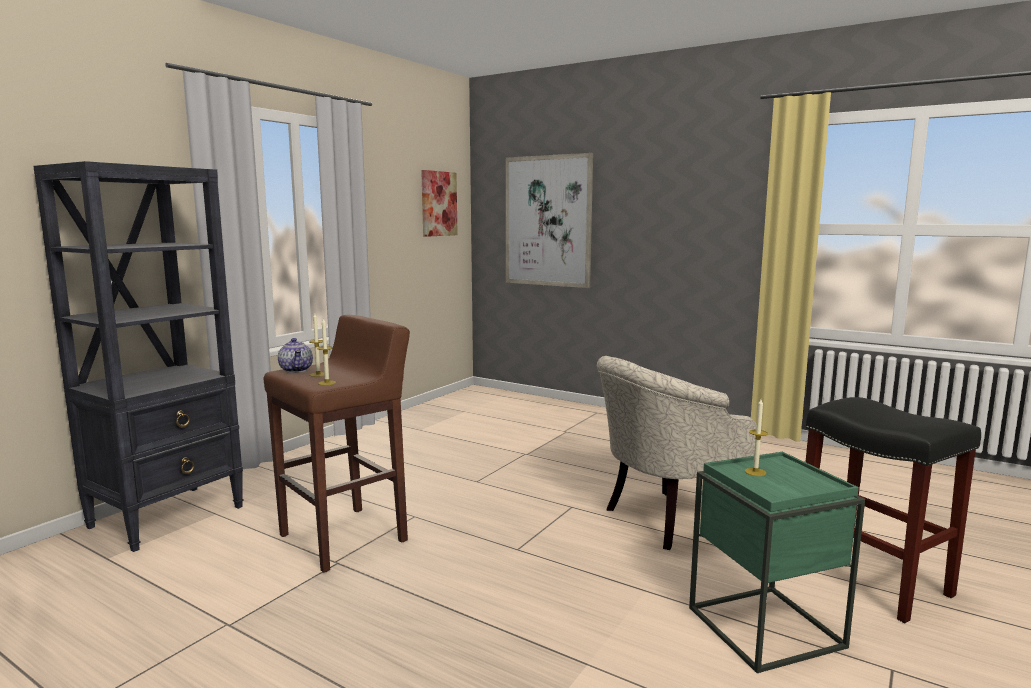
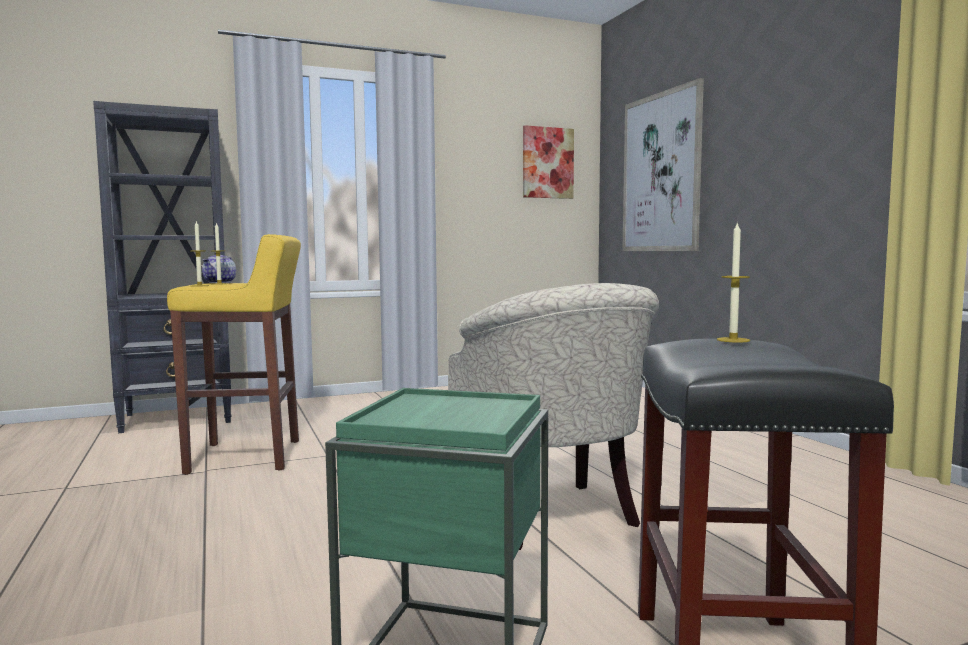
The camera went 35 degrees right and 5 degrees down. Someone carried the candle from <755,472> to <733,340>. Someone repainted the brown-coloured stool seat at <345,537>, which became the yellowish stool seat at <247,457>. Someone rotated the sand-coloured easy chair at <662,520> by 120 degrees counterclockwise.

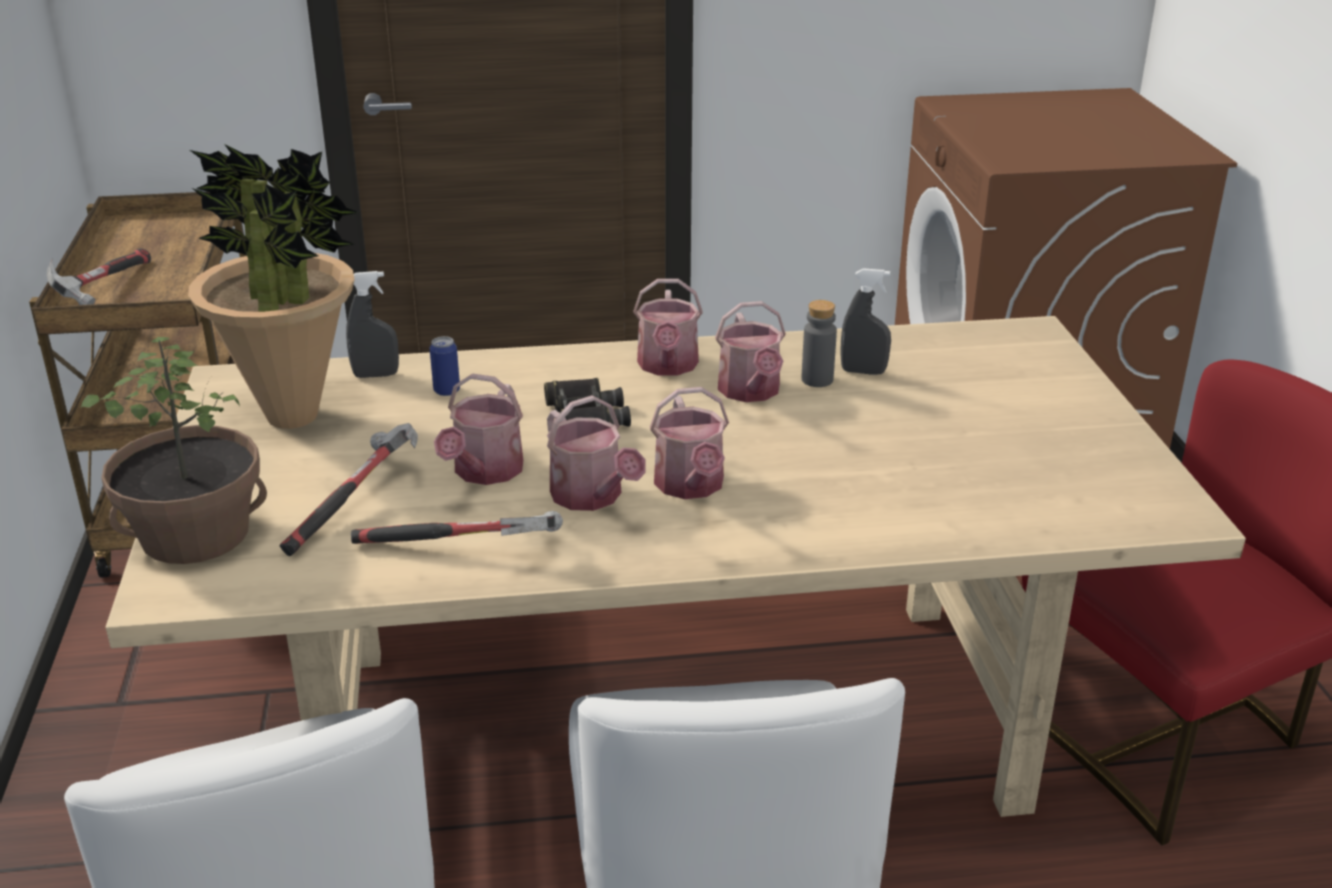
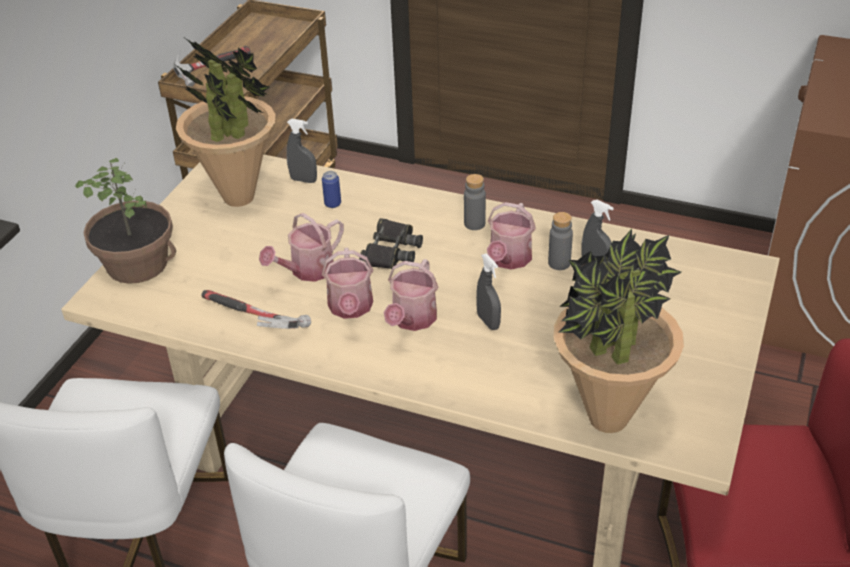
The camera went 30 degrees right and 10 degrees up. Someone took away the hammer at <357,504>. Someone put down the grey sprayer at <488,322>. Someone put down the potted plant at <607,419>. Someone swapped the watering can at <668,366> for the grey drink bottle at <474,224>.

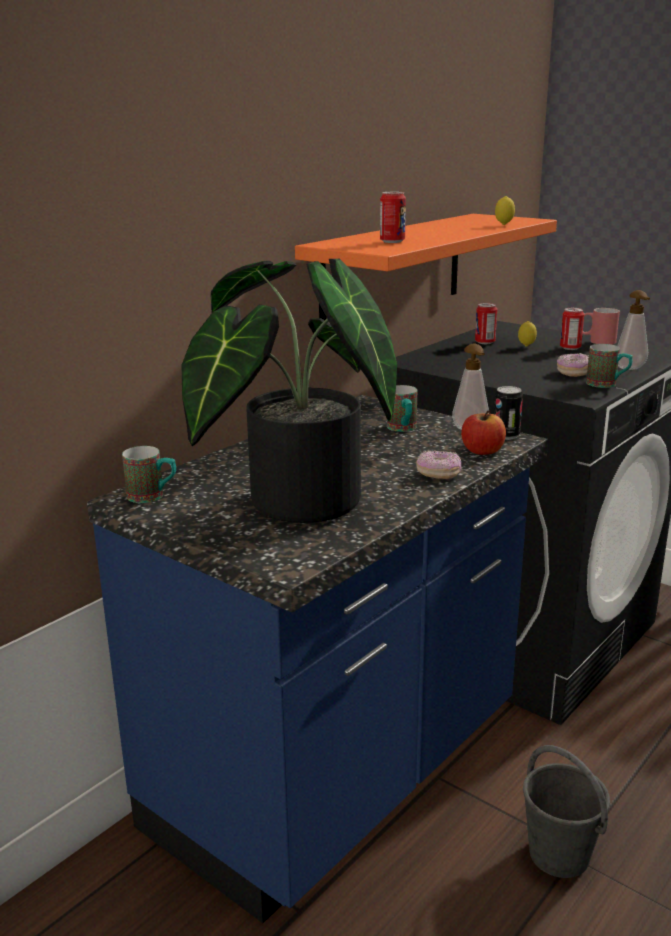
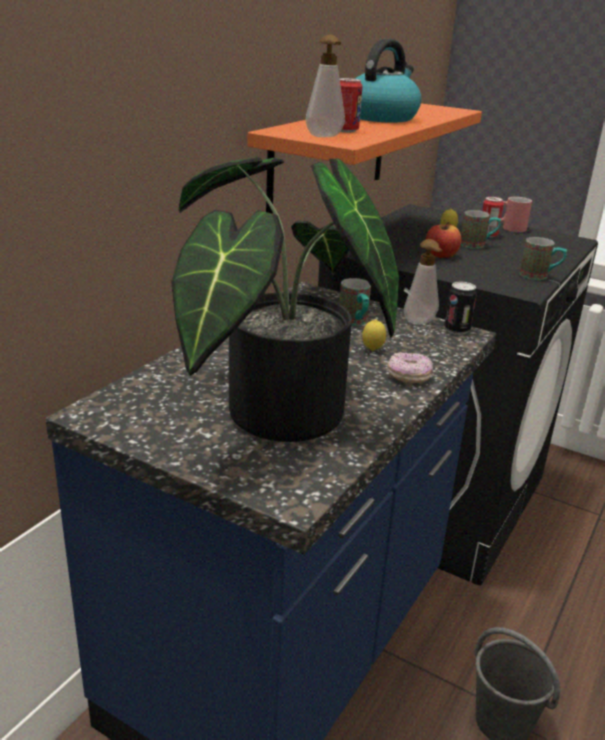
The camera went 10 degrees left and 5 degrees up. Someone took away the sealed can at <485,342>. Someone took away the donut at <574,373>. Someone put down the water kettle at <381,117>. Someone carried the mug from <153,496> to <478,245>. Someone carried the apple fruit from <482,451> to <441,255>. Someone carried the citrus fruit from <504,225> to <372,350>. Someone carried the soap bottle from <631,369> to <325,136>.

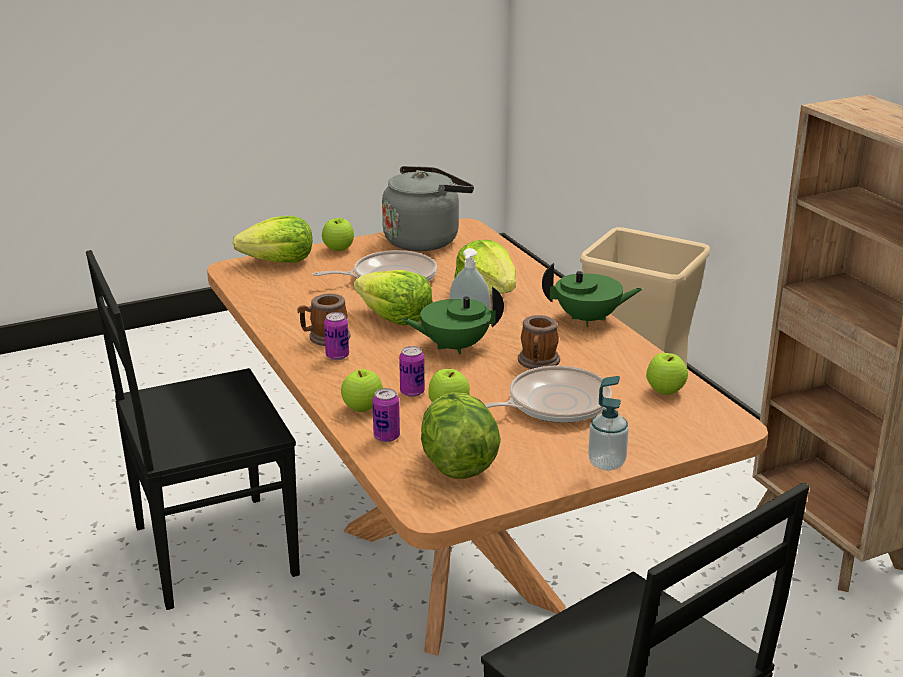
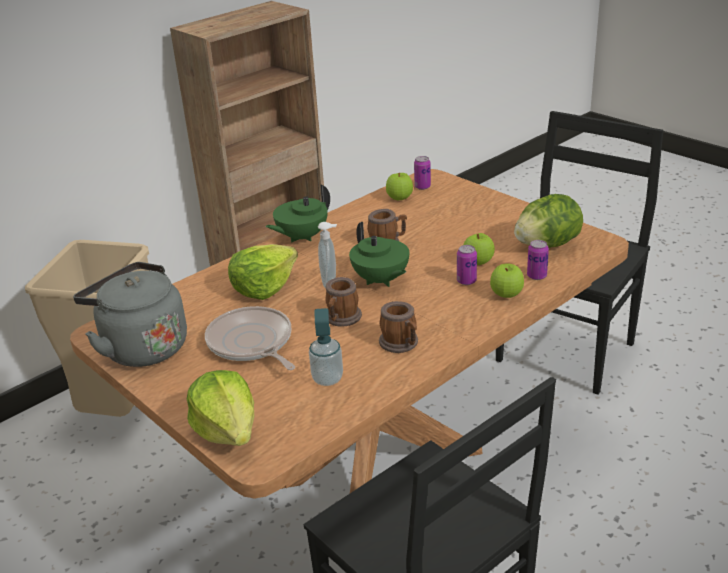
The camera went 105 degrees left and 5 degrees up. Someone took away the apple fruit at <338,249>. Someone took away the skillet at <553,404>. Someone carried the sealed can from <337,356> to <422,187>. Someone carried the soap bottle from <606,463> to <327,379>. Someone swapped the lettuce head at <395,318> for the mug at <341,319>. Someone rotated the green-coloured teapot at <588,319> by 120 degrees counterclockwise.

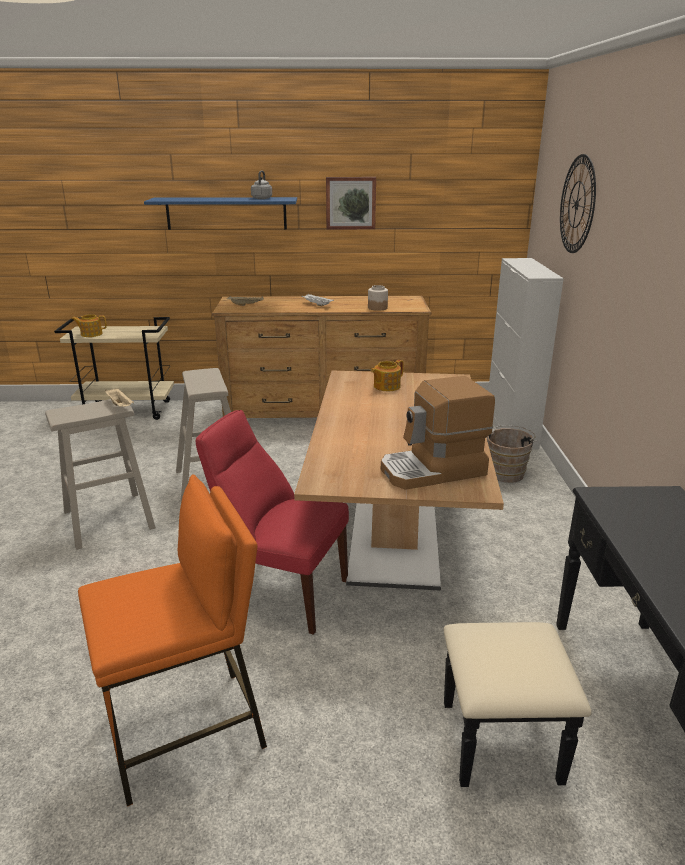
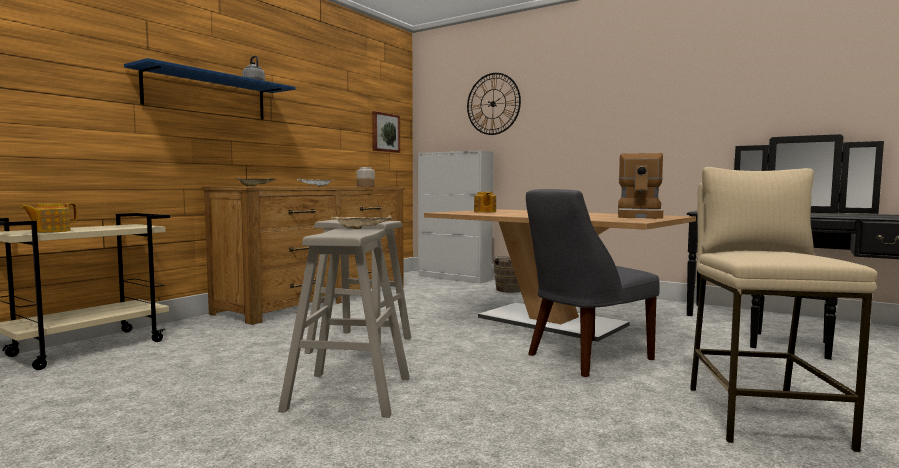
The camera went 55 degrees left and 20 degrees down. Someone carried the picture from <350,203> to <385,132>. Someone repainted the orangey stool seat at <187,732>, which became the sand-coloured stool seat at <763,416>. Someone repainted the red upright chair at <279,591>, which became the grey upright chair at <585,358>.

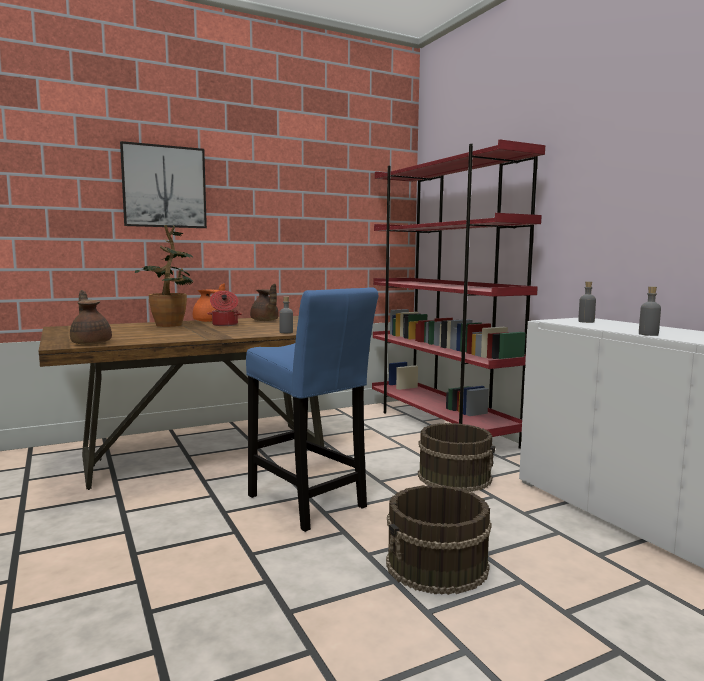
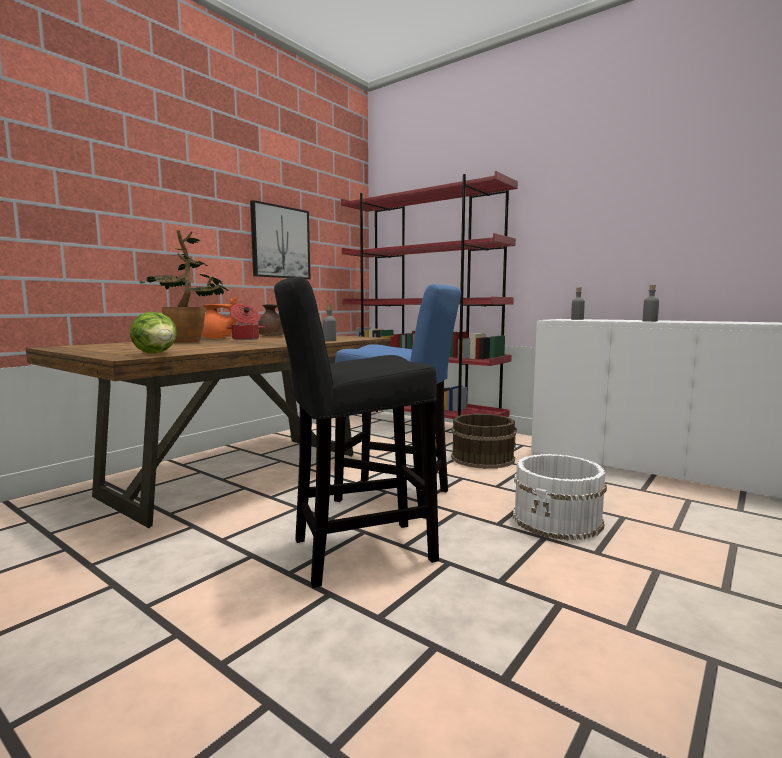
The camera went 25 degrees left and 0 degrees up. Someone put down the blackish stool seat at <355,552>. Someone carried the picture from <164,187> to <280,242>. Someone swapped the brown-coloured teapot at <91,343> for the lettuce head at <157,354>. Someone repainted the brown-coloured water bucket at <437,565>, which became the whitish water bucket at <558,520>.

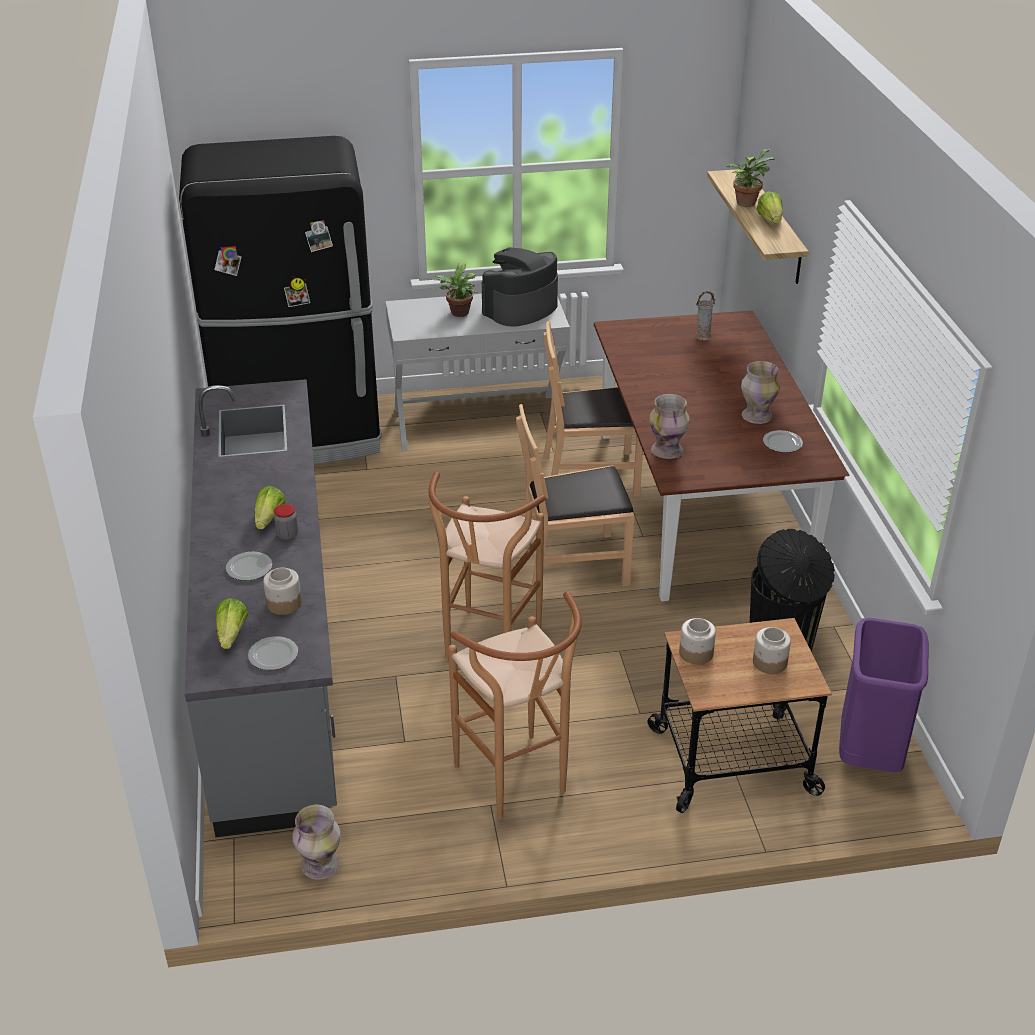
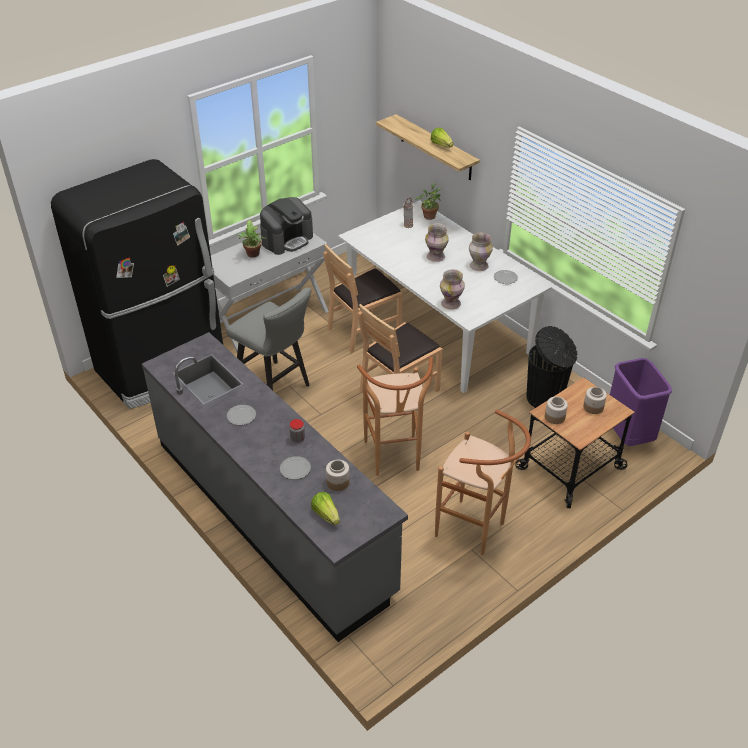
The camera went 30 degrees left and 5 degrees up. Someone took away the lettuce head at <269,519>. Someone put down the grey stool seat at <276,389>. Someone carried the dinner plate from <272,655> to <241,416>. Someone carried the flower vase from <321,865> to <436,257>. Someone carried the potted plant from <746,202> to <429,216>. Someone repainted the brown-coloured dining table at <699,505>, which became the whitish dining table at <437,327>. Someone rotated the coffee brewer at <520,308> by 150 degrees counterclockwise.

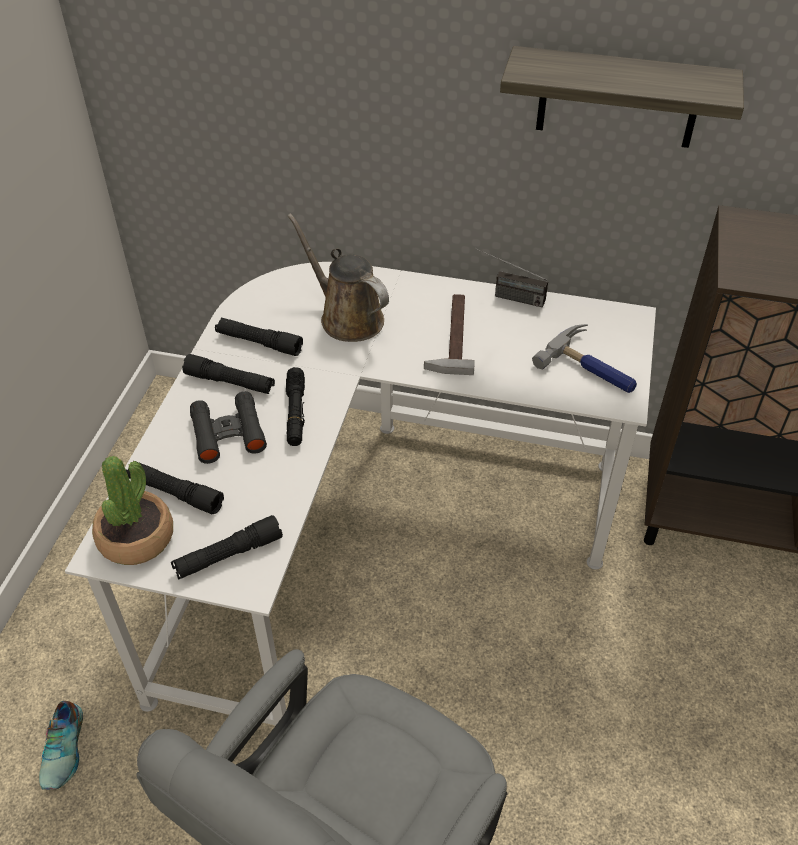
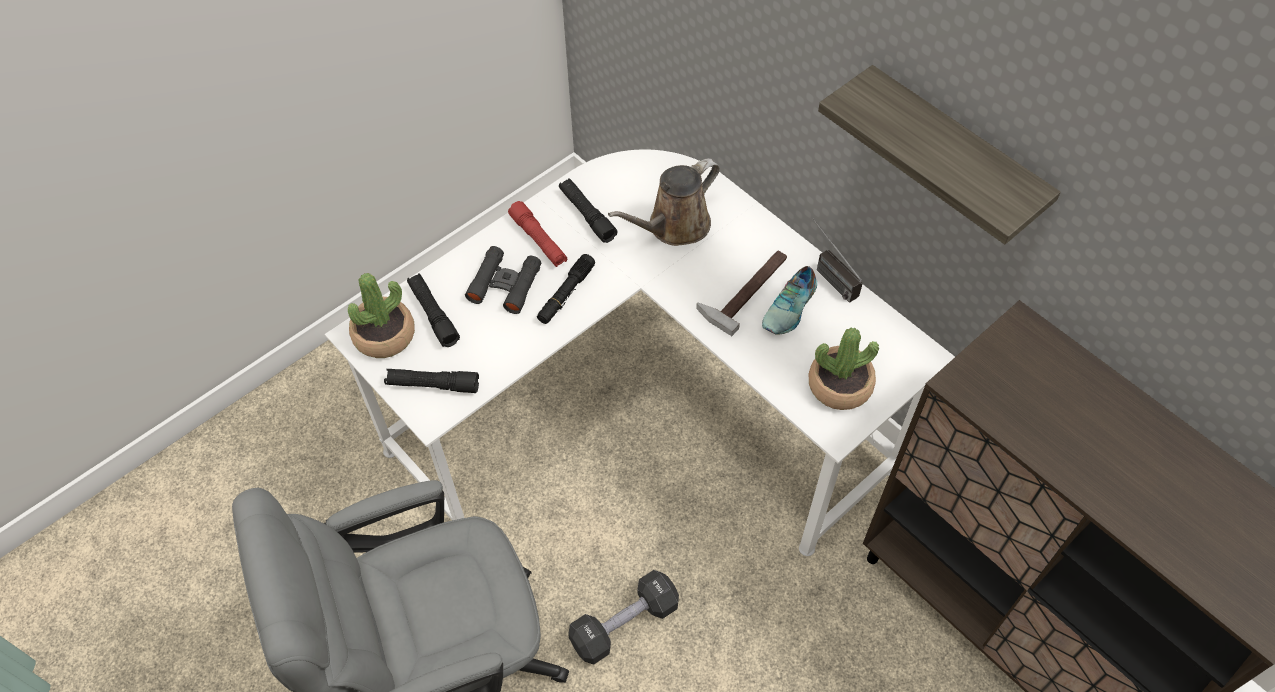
The camera went 35 degrees right and 10 degrees up. Someone put down the blackish dumbbell at <624,623>. Someone carried the shoe from <65,749> to <791,308>. Someone swapped the hammer at <593,368> for the potted plant at <840,385>. Someone repainted the blackish flashlight at <230,382>, which became the red flashlight at <538,240>. Someone rotated the brown-coloured watering can at <347,317> by 120 degrees counterclockwise.

